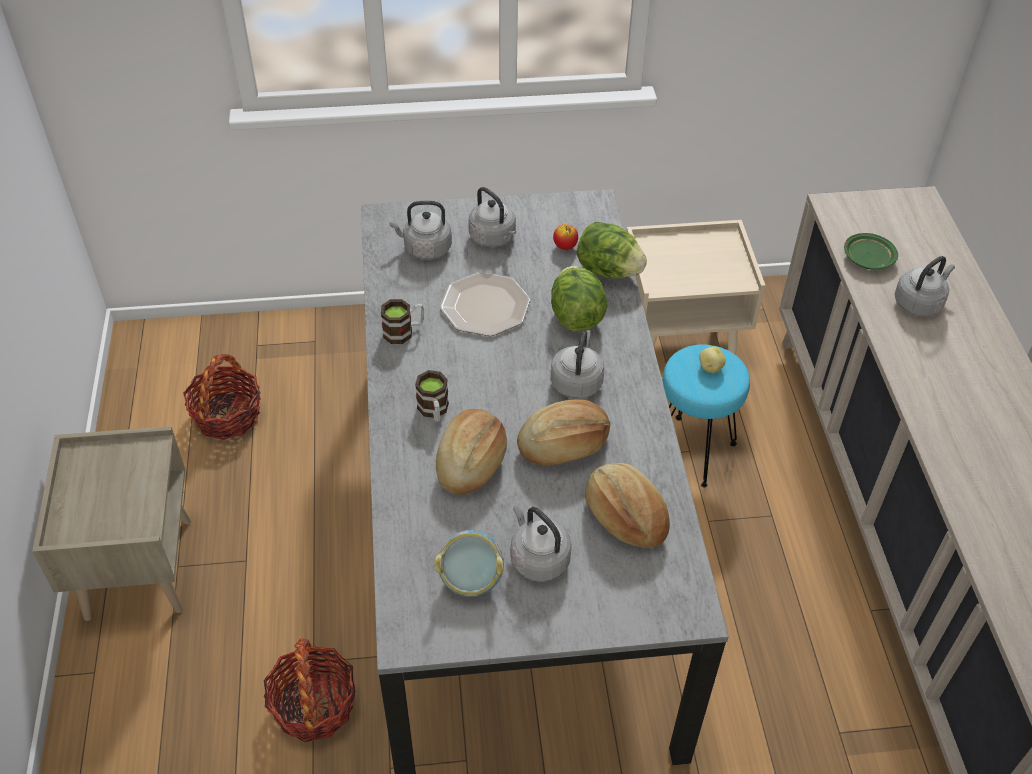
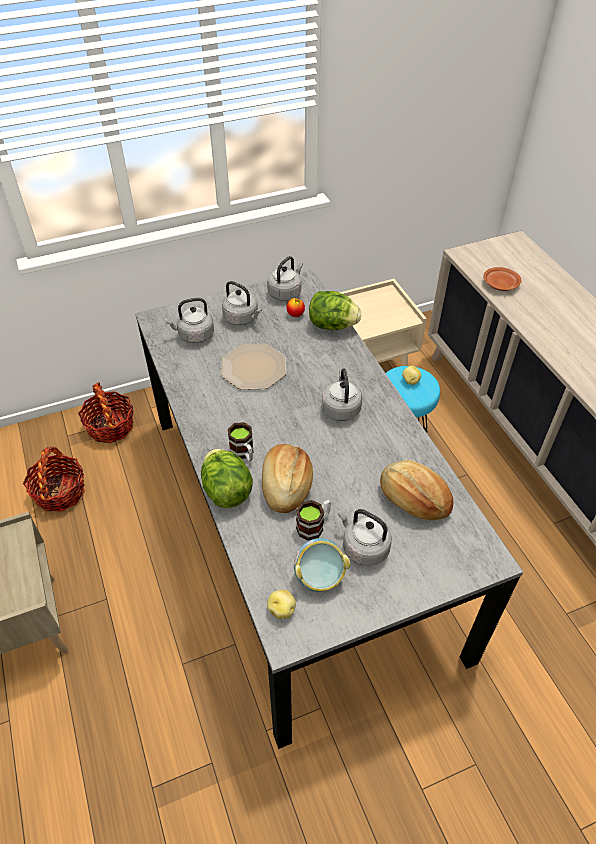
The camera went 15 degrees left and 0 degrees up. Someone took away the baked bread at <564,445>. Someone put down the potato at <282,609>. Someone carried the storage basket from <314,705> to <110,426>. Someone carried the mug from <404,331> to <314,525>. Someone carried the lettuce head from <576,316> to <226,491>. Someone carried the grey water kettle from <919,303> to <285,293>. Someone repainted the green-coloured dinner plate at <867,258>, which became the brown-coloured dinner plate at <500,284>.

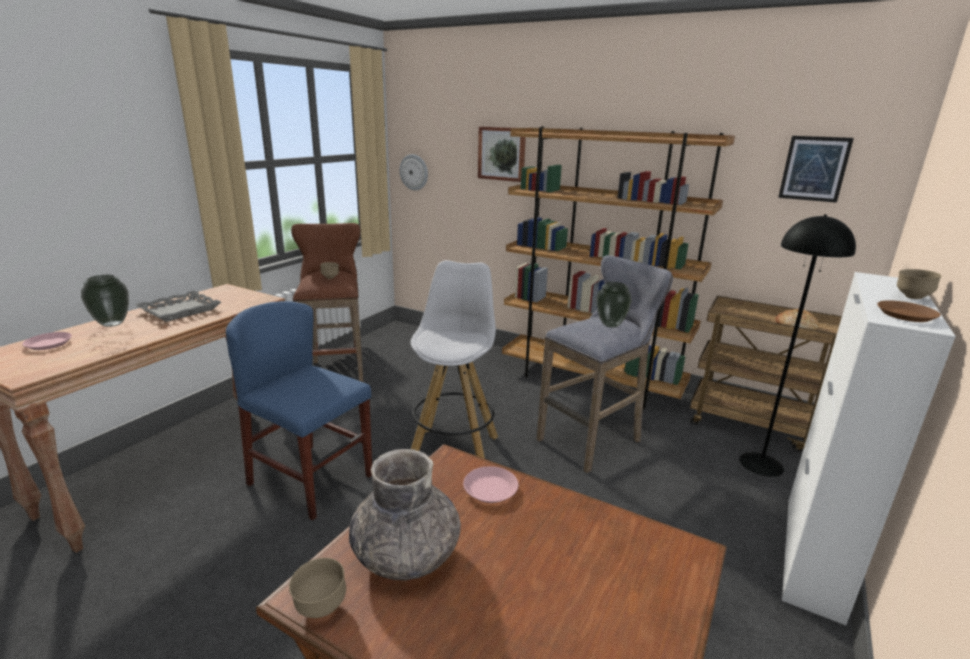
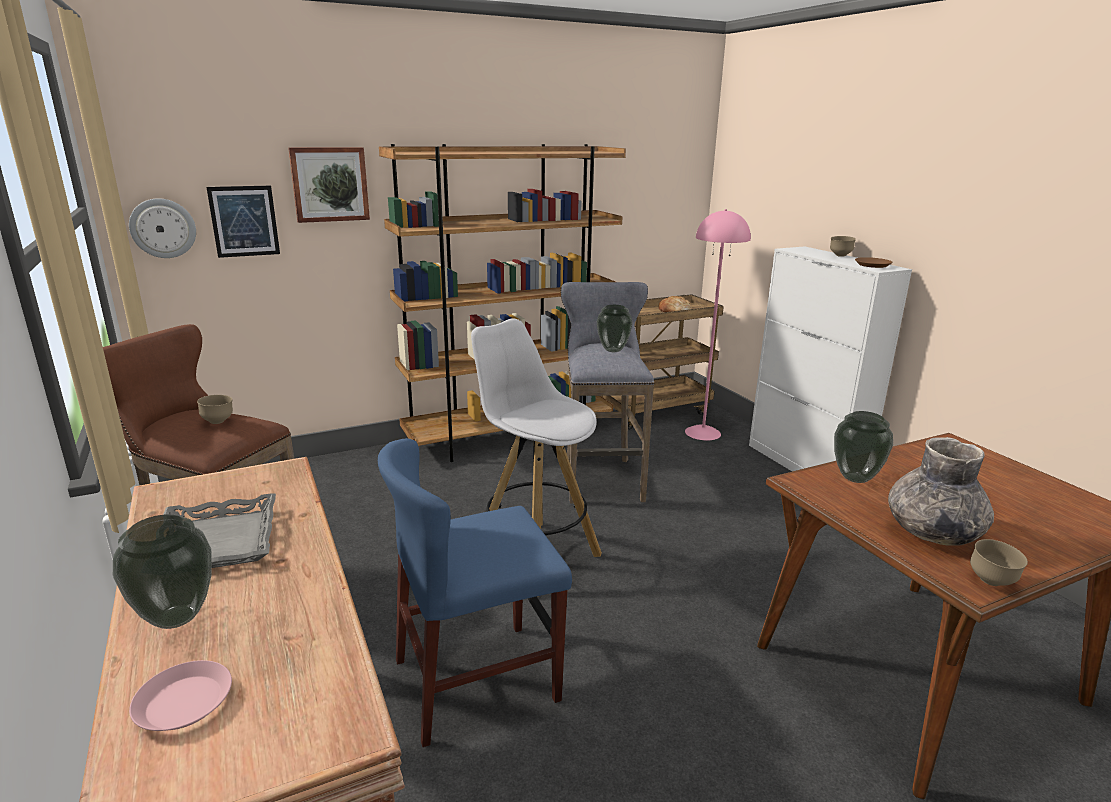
The camera went 55 degrees left and 0 degrees up. Someone carried the picture from <814,169> to <244,221>. Someone swapped the pink-coloured dinner plate at <490,489> for the flower vase at <854,478>. Someone repainted the blackish floor lamp at <761,464>, which became the pink-coloured floor lamp at <703,432>.

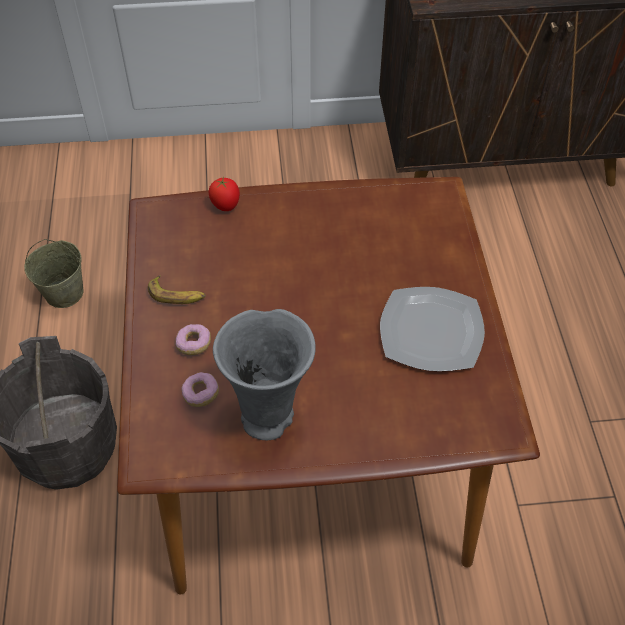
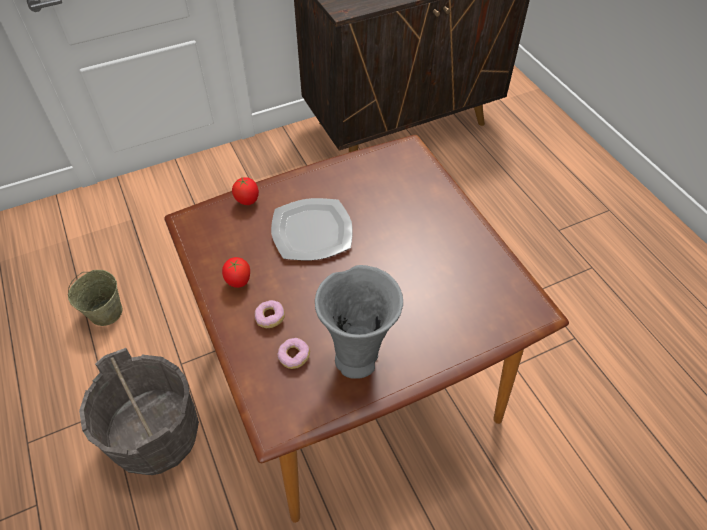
The camera went 20 degrees left and 0 degrees up. Someone carried the dinner plate from <432,330> to <312,230>. Someone swapped the whole banana at <177,295> for the whole tomato at <238,282>.

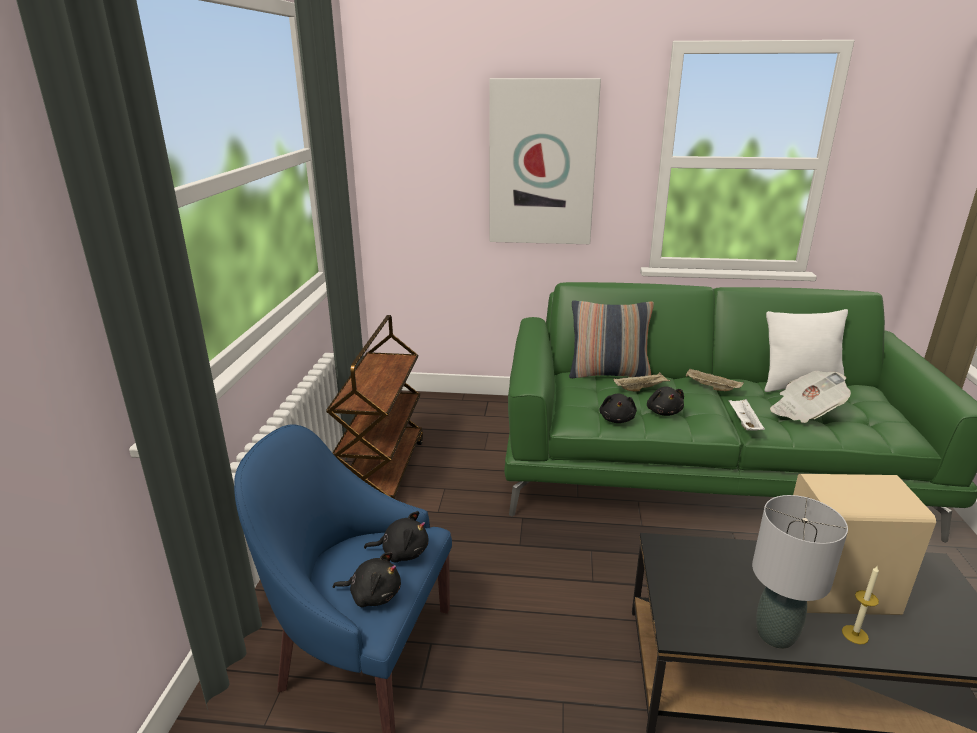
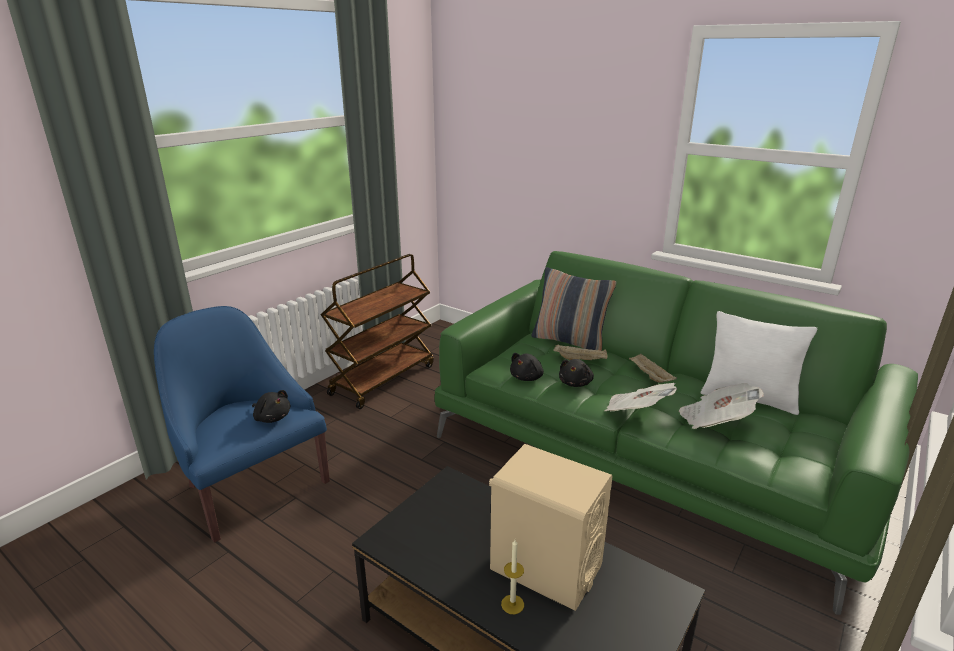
The camera went 30 degrees right and 0 degrees up. Someone took away the blackish plush toy at <373,594>. Someone took away the picture at <542,164>. Someone took away the grey lamp for a table at <776,635>. Someone swapped the whitish tray at <743,423> for the daily paper at <636,412>.

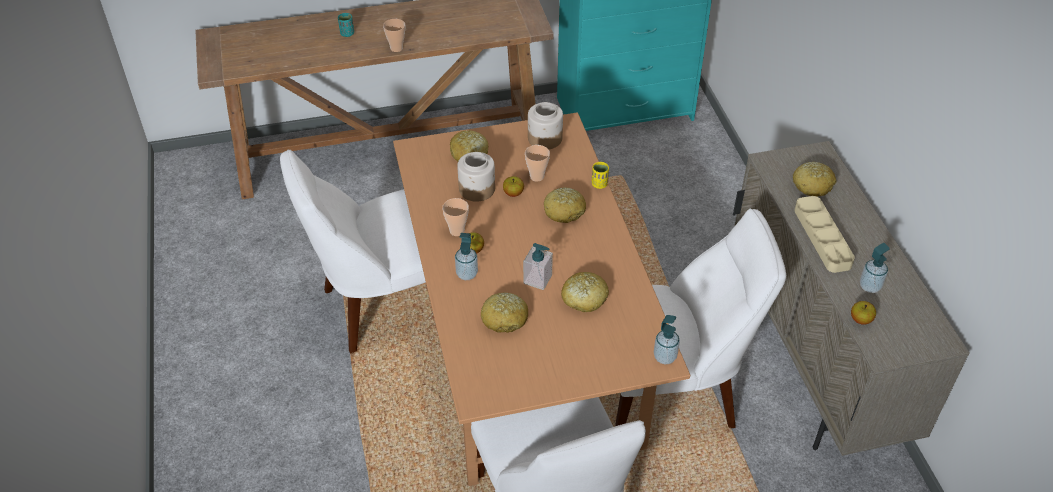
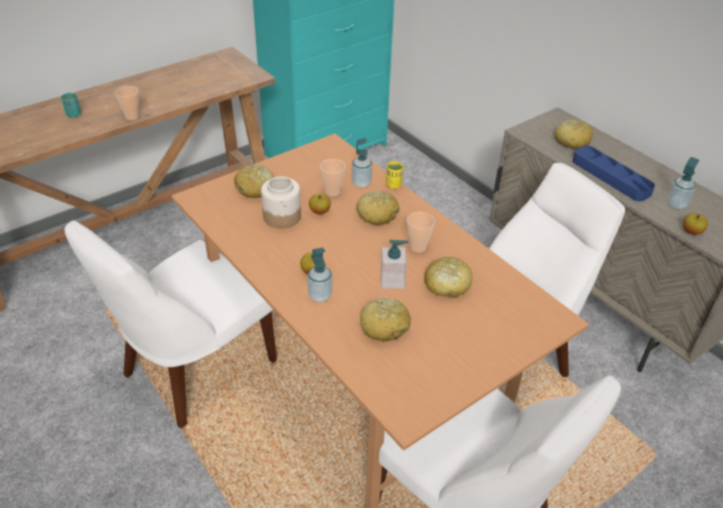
The camera went 25 degrees left and 5 degrees down. Someone took away the preserve jar at <544,139>. Someone carried the cup from <457,231> to <418,247>. Someone carried the soap bottle from <665,357> to <361,183>. Someone repainted the sand-coloured tray at <822,237>, which became the blue tray at <610,177>.

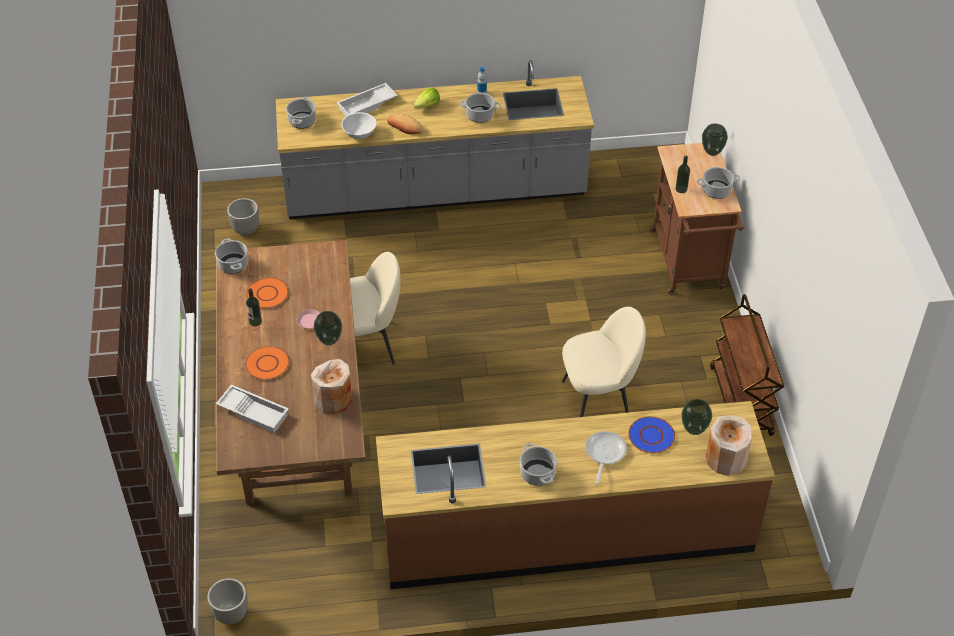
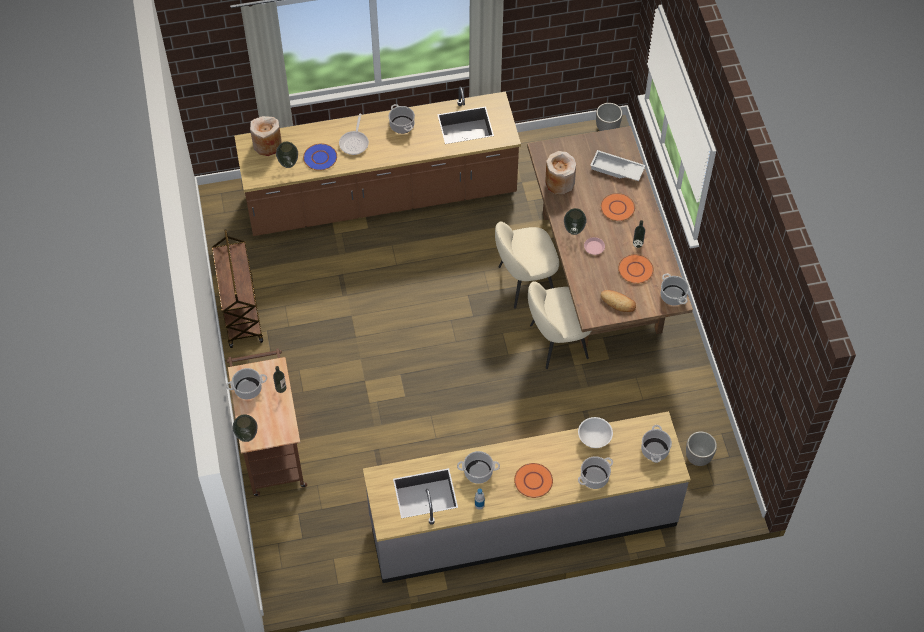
The camera went 175 degrees right and 10 degrees up. Someone carried the baked bread from <405,127> to <618,302>. Someone carried the sand-coloured upright chair from <598,400> to <524,282>. Someone swapped the whitish tray at <367,105> for the cooking pot at <594,477>. Someone swapped the lettuce head at <427,106> for the orangey dinner plate at <533,481>.

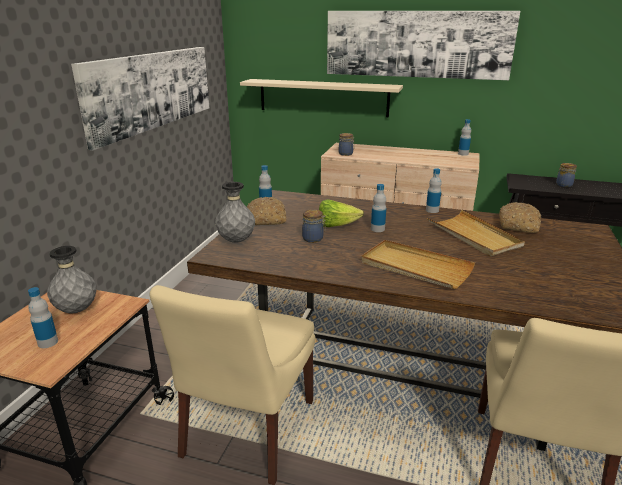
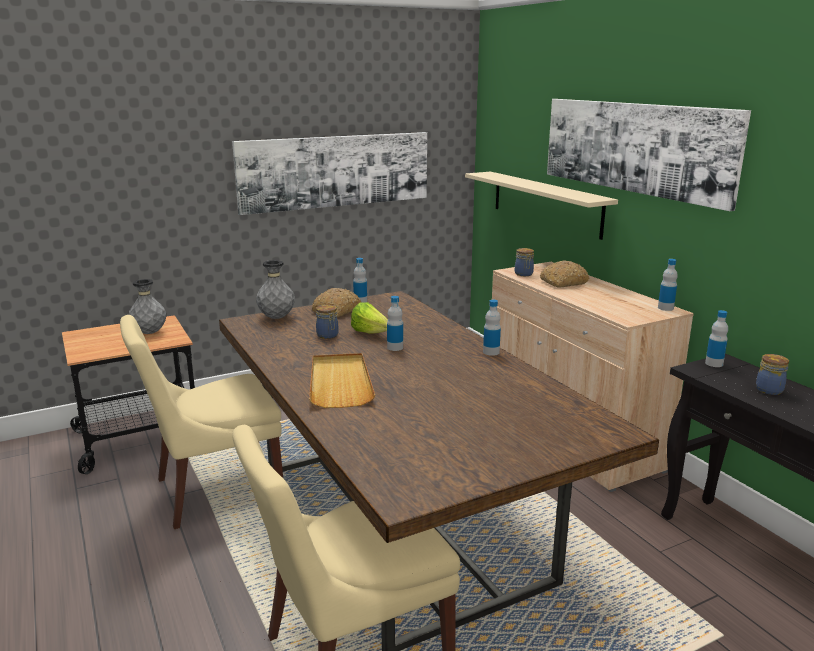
The camera went 45 degrees right and 5 degrees down. Someone took away the sand-coloured tray at <474,236>. Someone carried the drink bottle from <48,342> to <714,363>. Someone carried the baked bread from <519,225> to <563,282>.

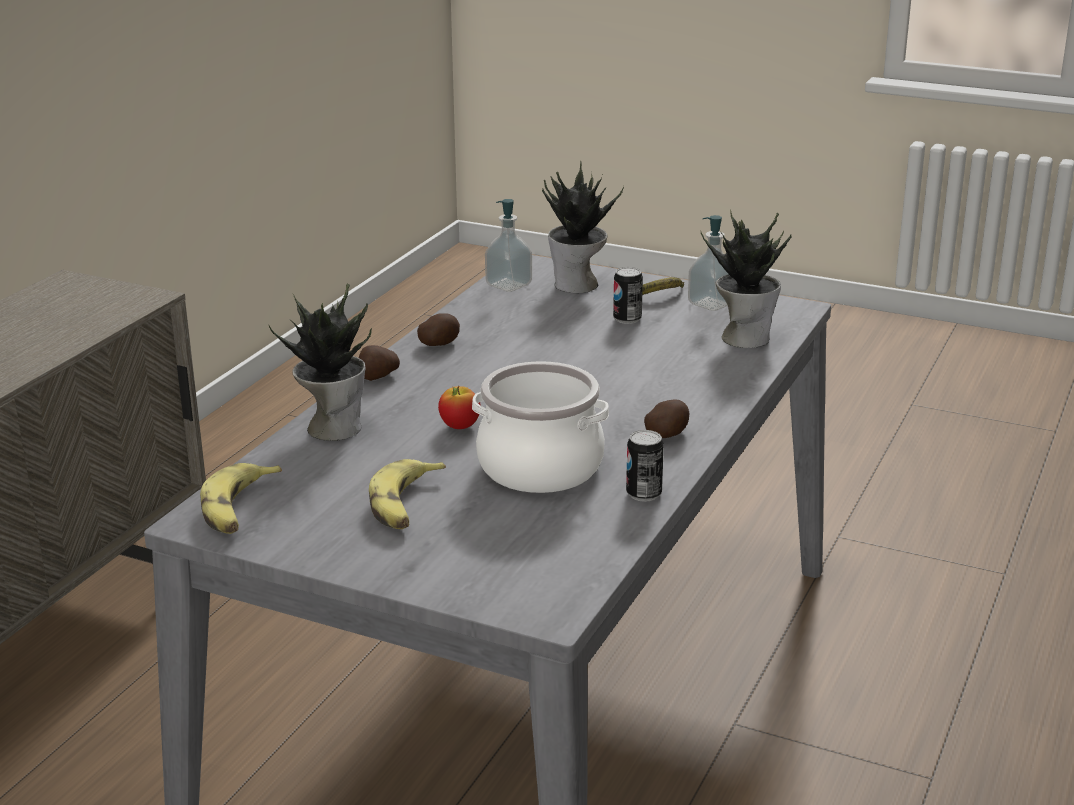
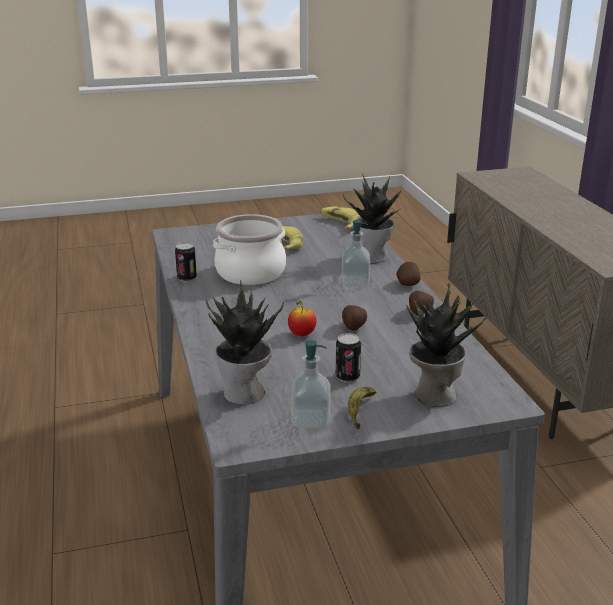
The camera went 140 degrees right and 0 degrees up. Someone carried the apple fruit from <459,427> to <302,334>. Someone carried the soap bottle from <509,285> to <355,282>. Someone carried the potato from <668,435> to <353,327>.

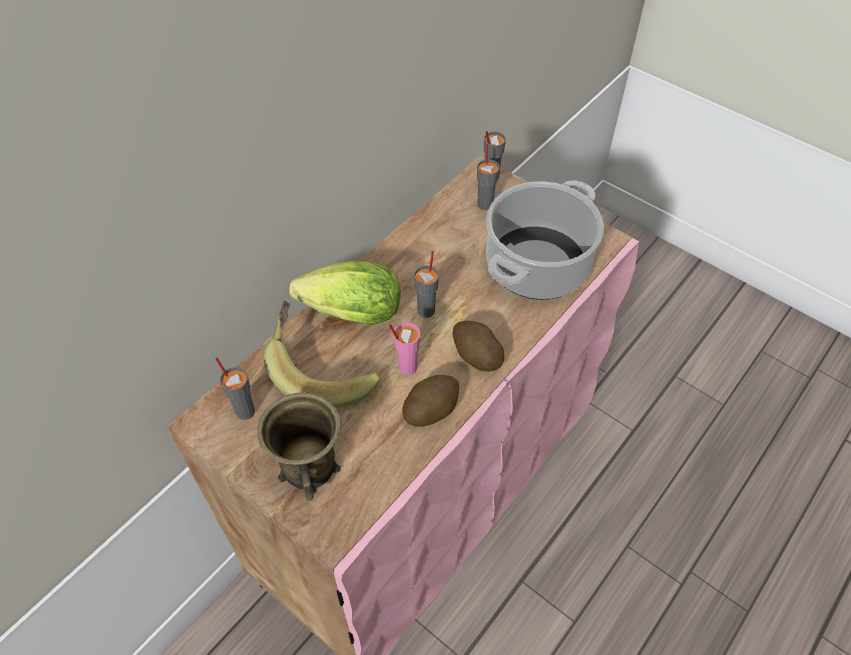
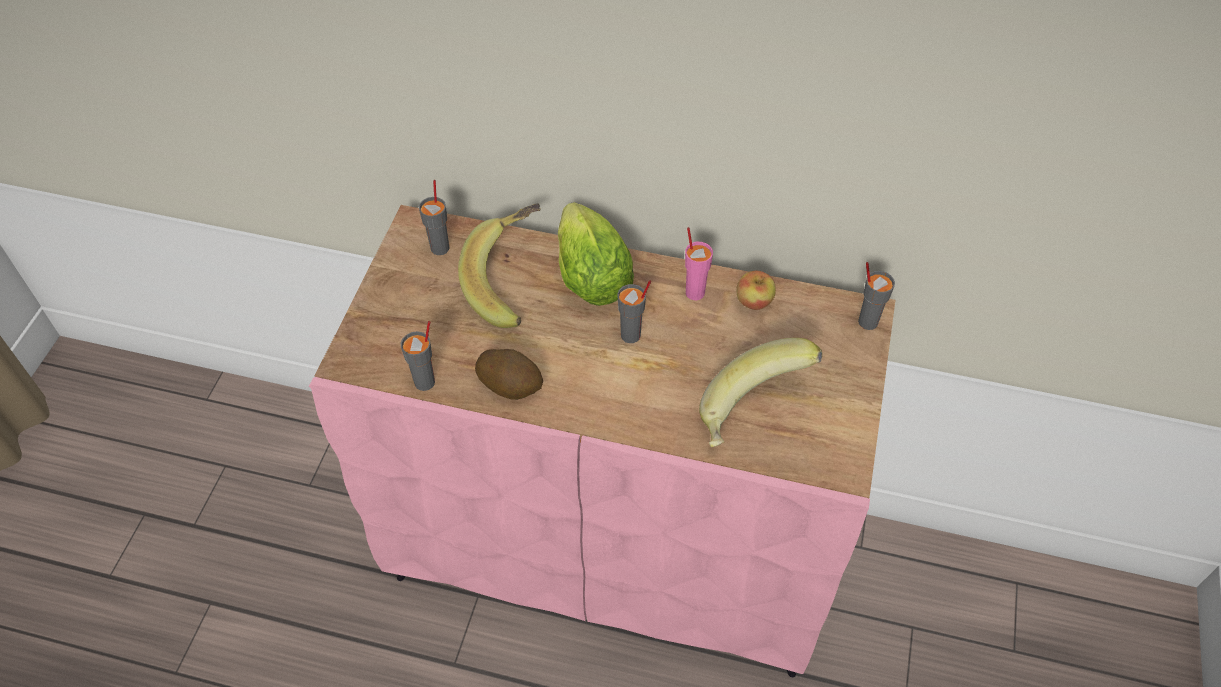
The camera went 65 degrees right and 0 degrees up. Someone took away the brown-coloured mug at <310,465>. Someone took away the potato at <476,355>. Someone put down the apple fruit at <754,302>. Someone carried the pink-coloured cup from <407,367> to <694,292>. Someone carried the grey cup from <485,204> to <425,382>. Someone swapped the cooking pot at <537,267> for the whole banana at <754,413>.

